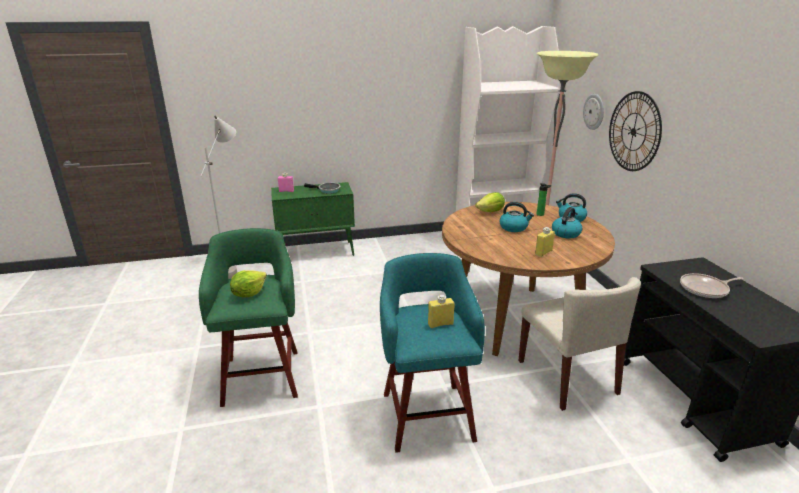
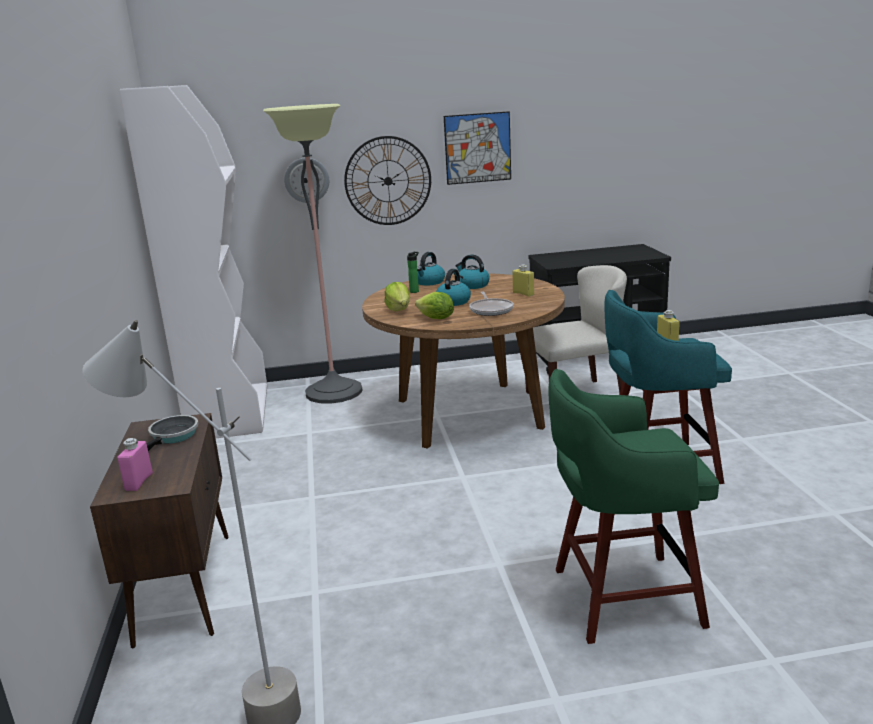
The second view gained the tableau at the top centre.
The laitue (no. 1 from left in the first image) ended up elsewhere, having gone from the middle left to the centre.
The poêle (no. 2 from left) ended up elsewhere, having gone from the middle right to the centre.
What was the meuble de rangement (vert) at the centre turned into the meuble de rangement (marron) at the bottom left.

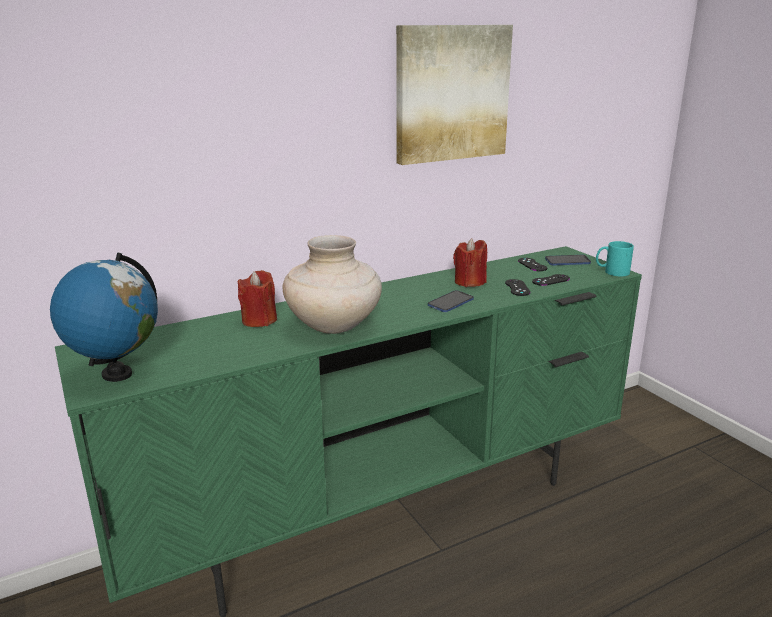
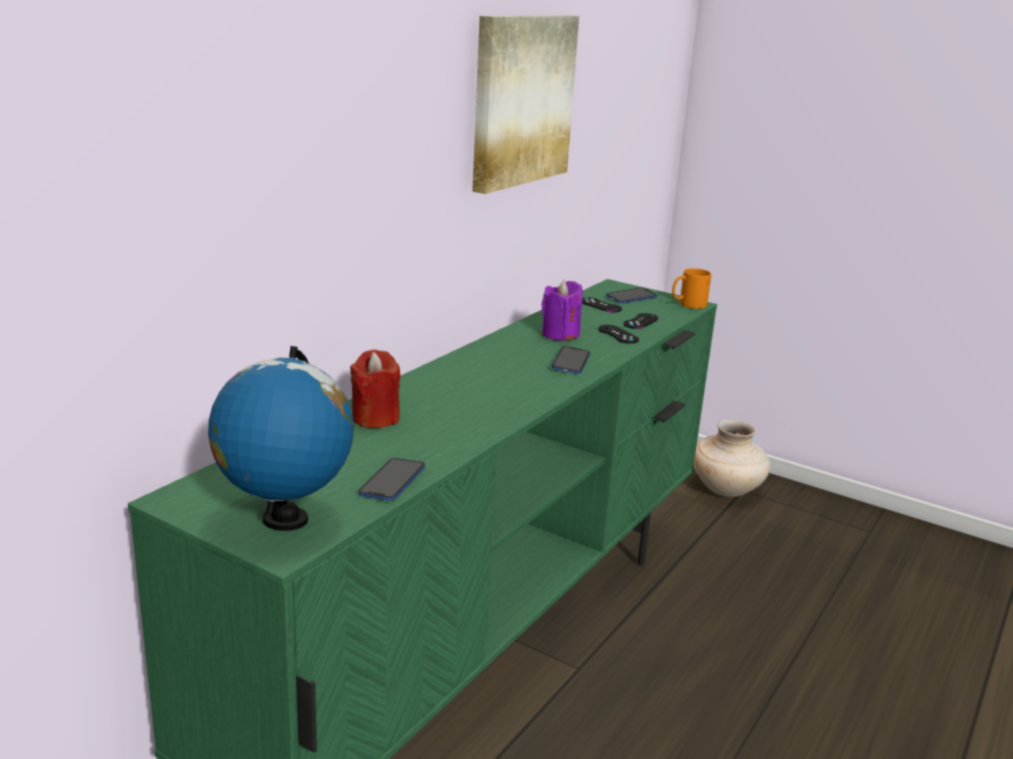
The second view gained the téléphone (no. 1 from left) at the centre.
The vase (beige) ended up elsewhere, having gone from the centre to the middle right.
What was the bougie (rouge) (no. 2 from left) at the centre turned into the bougie (violet) at the centre.
What was the mug (turquoise) at the middle right turned into the mug (orange) at the middle right.

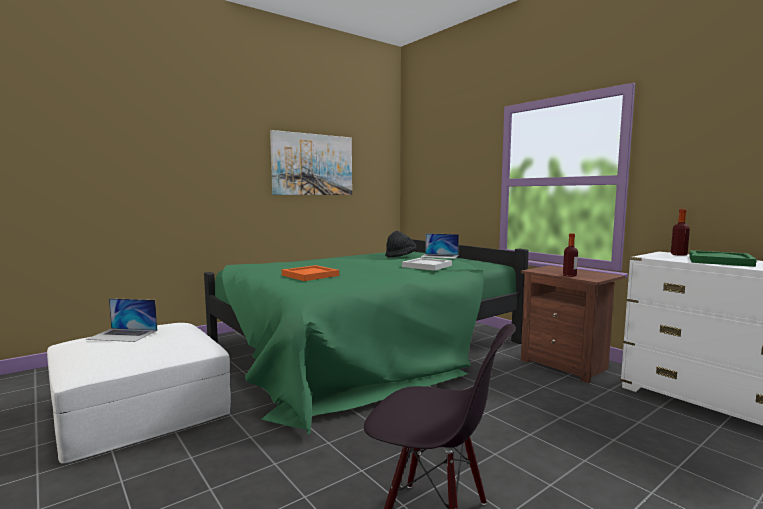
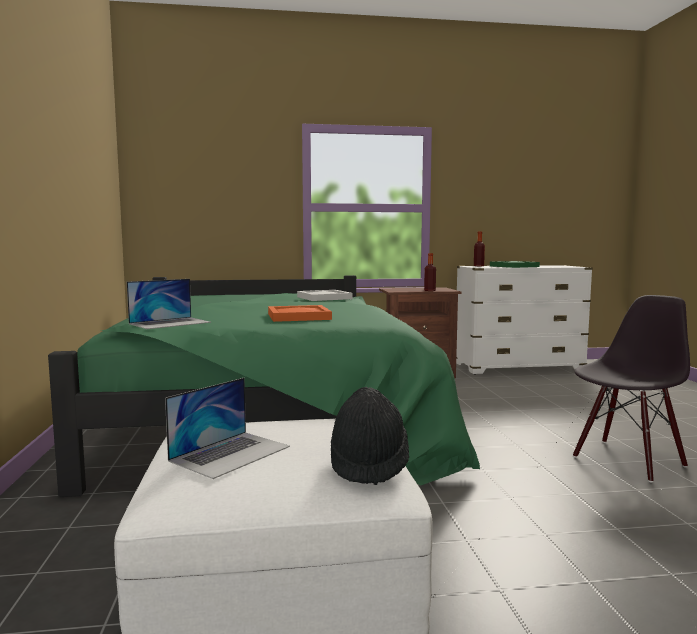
The second view lost the tableau at the top centre.
The chapeau (noir) ended up elsewhere, having gone from the centre to the bottom centre.
The ordinateur portable (no. 2 from left in the first image) ended up elsewhere, having gone from the centre to the middle left.

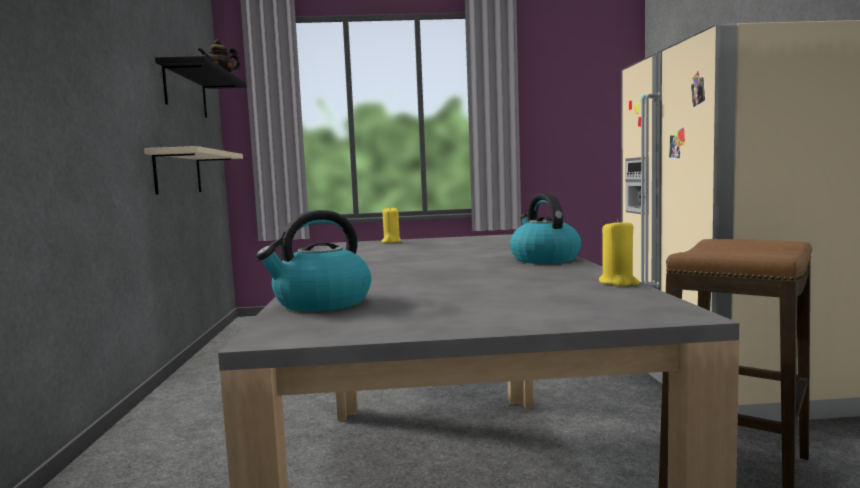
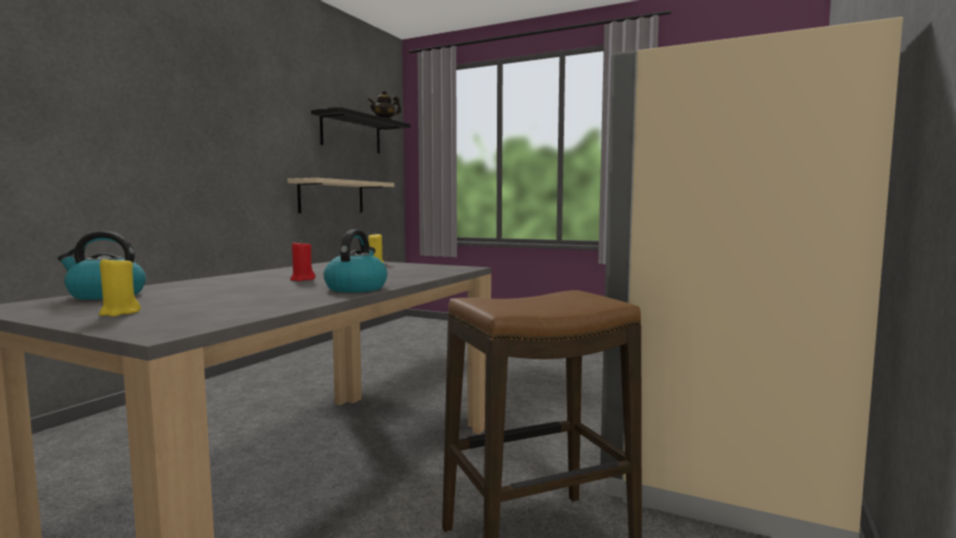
The second view gained the bougie (rouge) at the middle left.
The bougie (jaune) (no. 2 from left in the first image) ended up elsewhere, having gone from the middle right to the middle left.

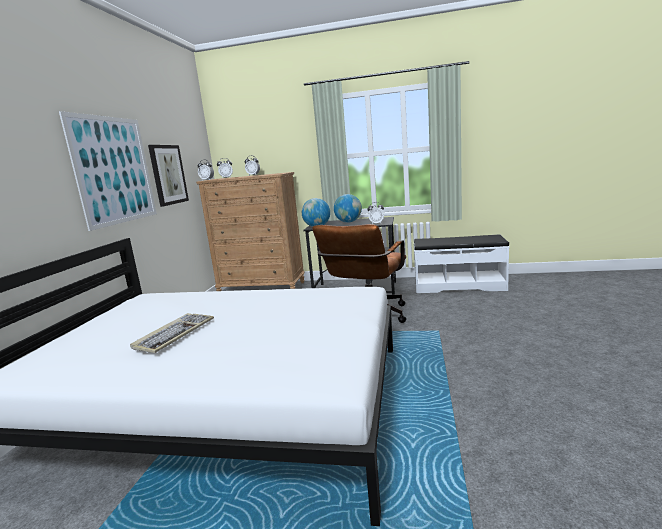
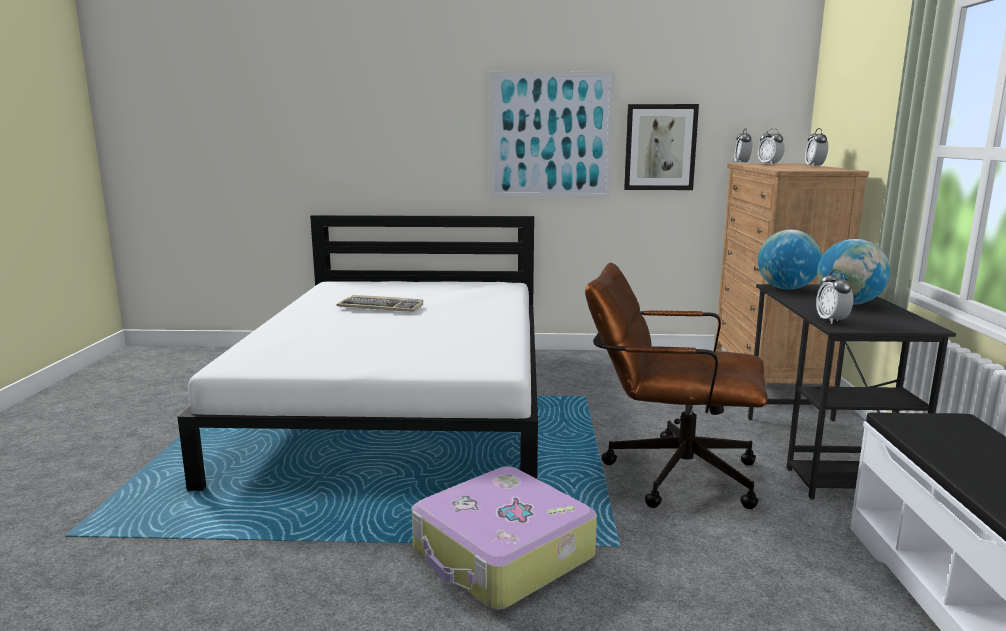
The second view gained the valise at the bottom centre.

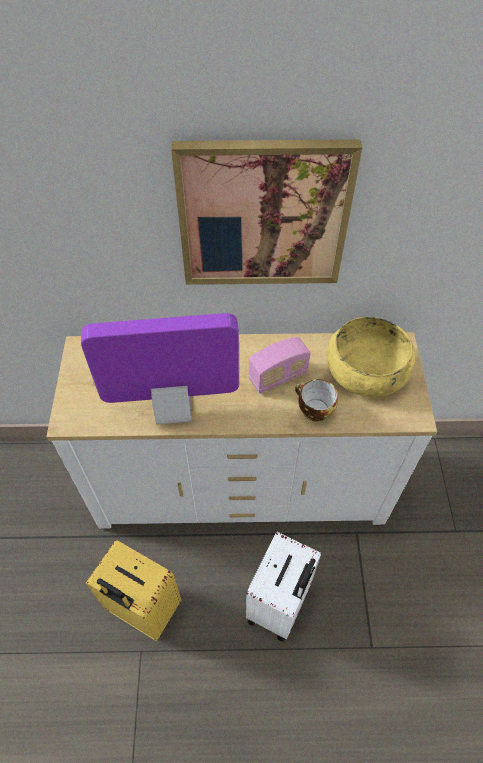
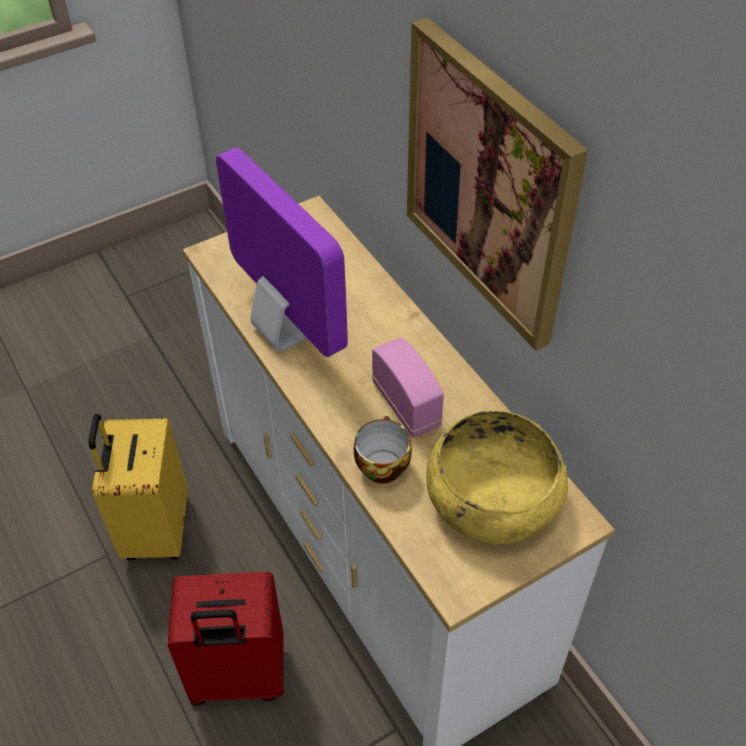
What was the valise (blanc) at the bottom centre turned into the valise (rouge) at the bottom left.
The radio at the centre ended up facing another way, 150 degrees counterclockwise from before.

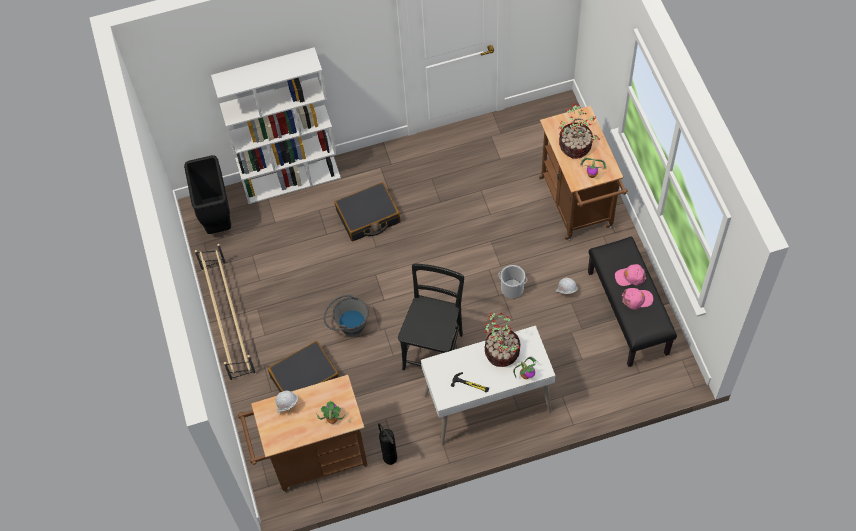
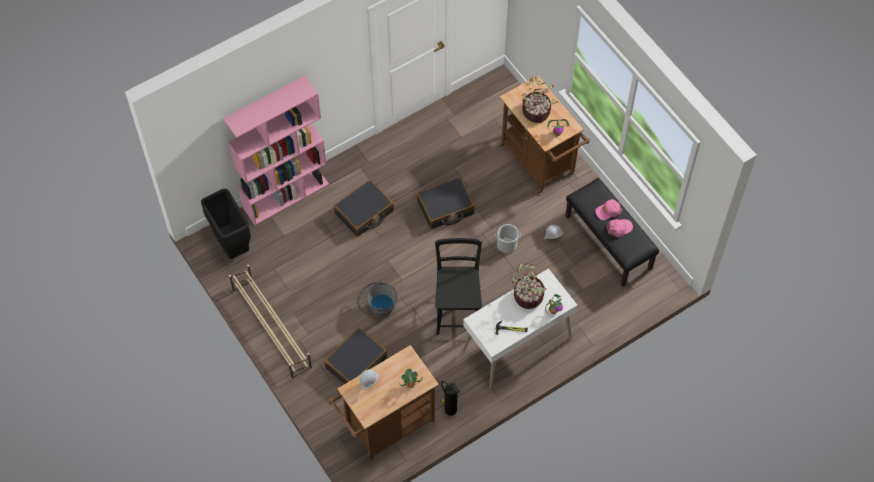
The second view gained the valise (noir) (no. 3 from left) at the centre.
What was the bibliothèque (blanc) at the top left turned into the bibliothèque (rose) at the top left.

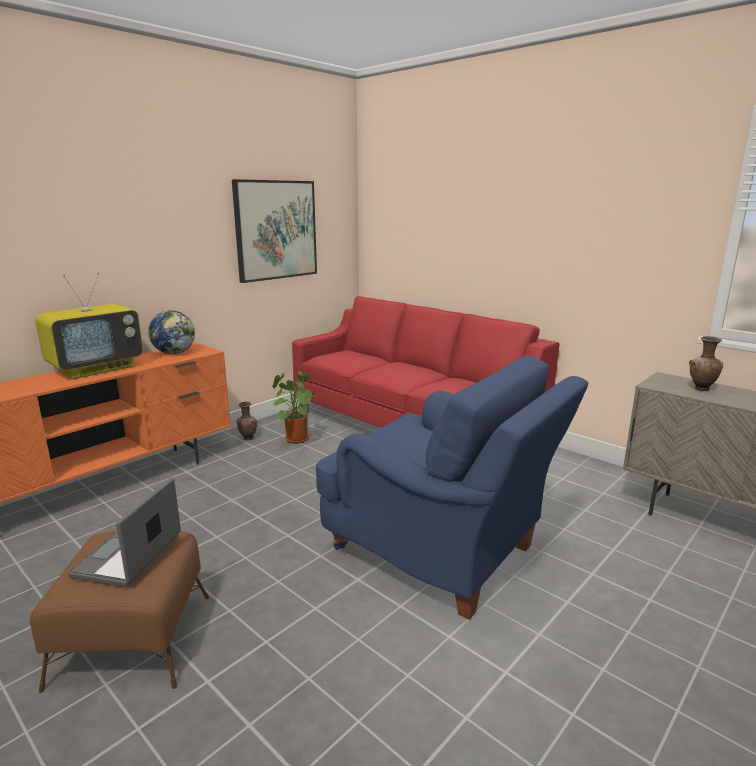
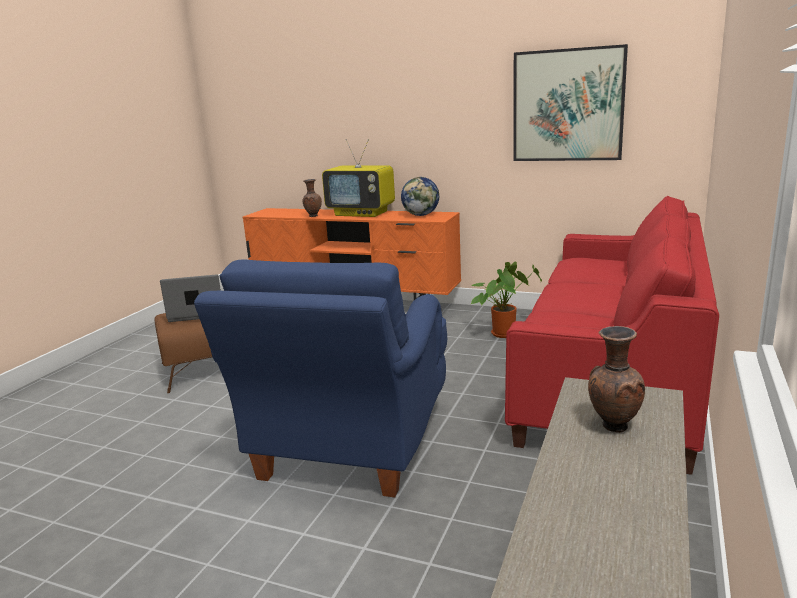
The vase (marron) (no. 1 from left) ended up elsewhere, having gone from the middle left to the top centre.

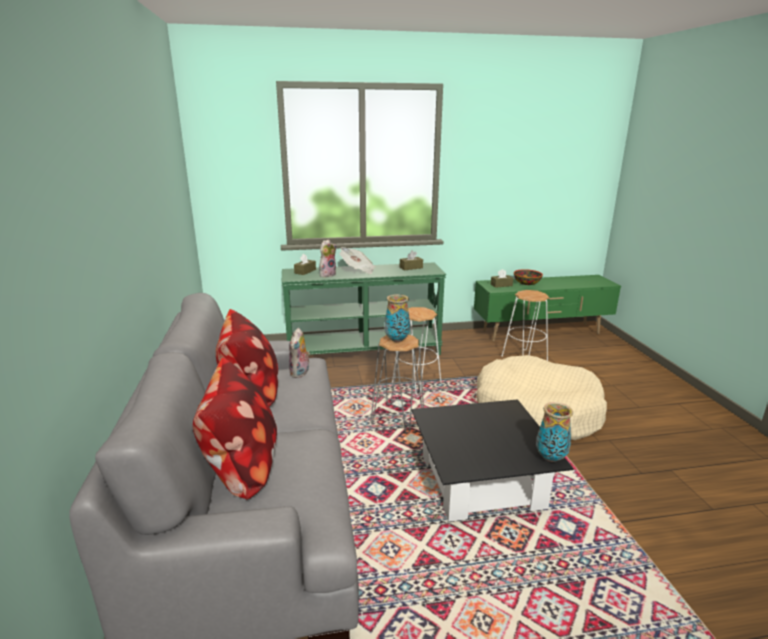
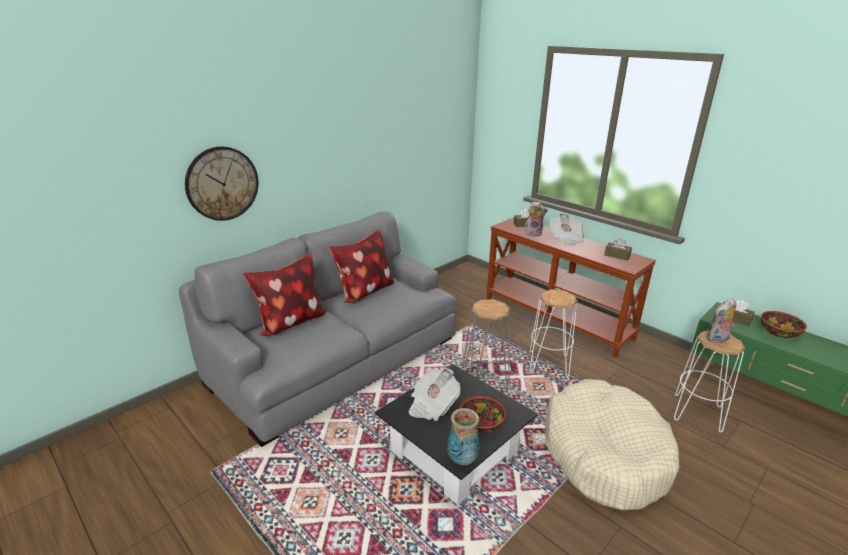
The second view lost the vase (no. 1 from left) at the centre.
The second view gained the horloge murale at the top left.
The second view gained the journal (no. 1 from left) at the bottom centre.
The second view gained the bol (no. 1 from left) at the bottom centre.
The peluche (no. 1 from left in the first image) ended up elsewhere, having gone from the centre to the middle right.
What was the table console (vert) at the centre turned into the table console (marron) at the middle right.

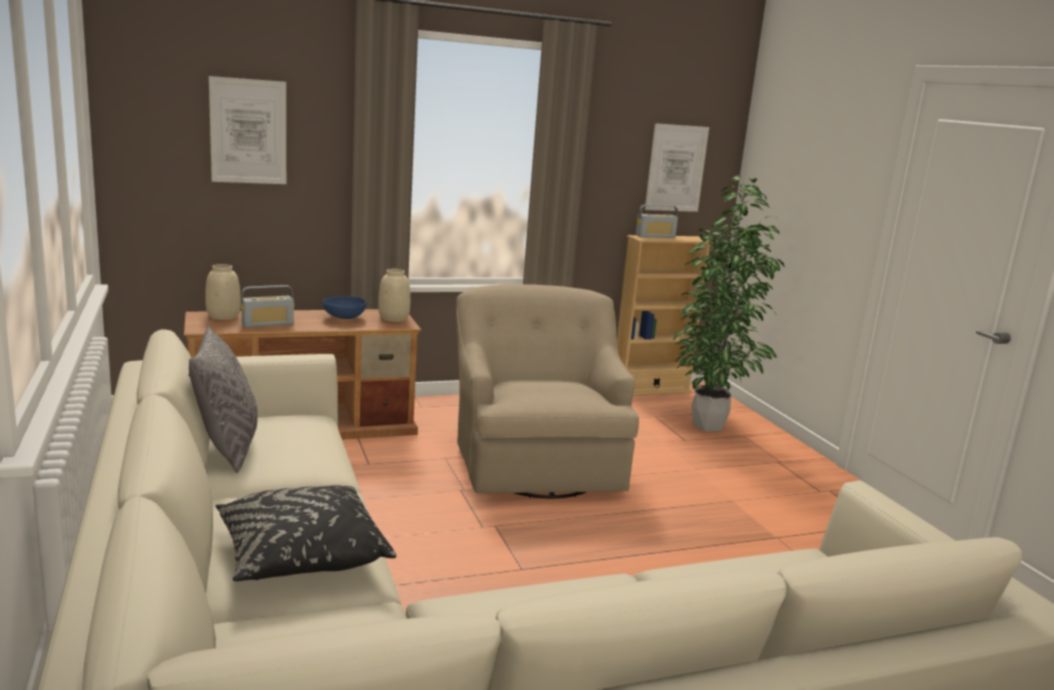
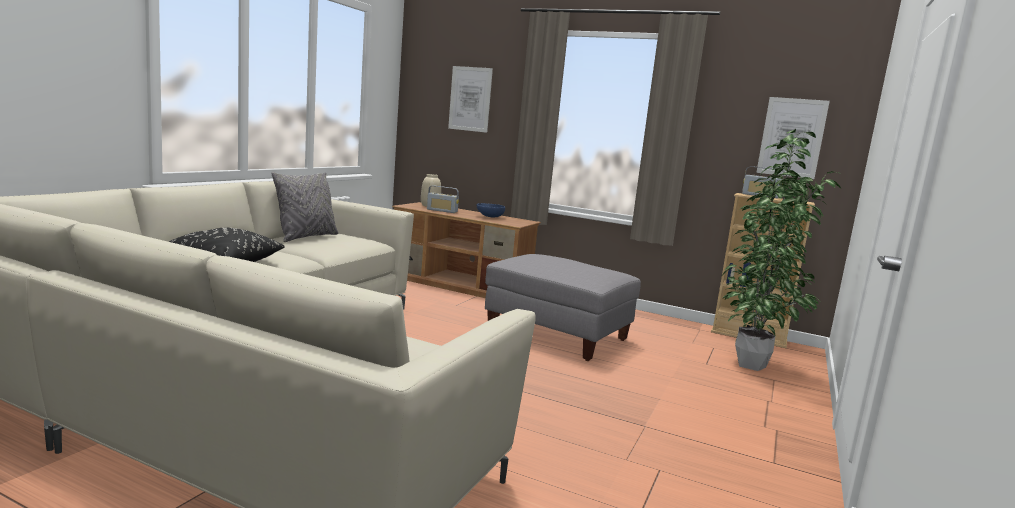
The second view lost the vase (beige) (no. 2 from left) at the centre.
Where the fauteuil (beige) stood at the centre, the pouf (gris) came to stand at the centre.

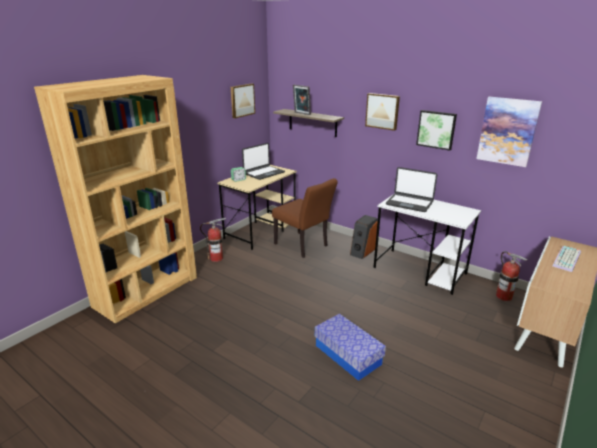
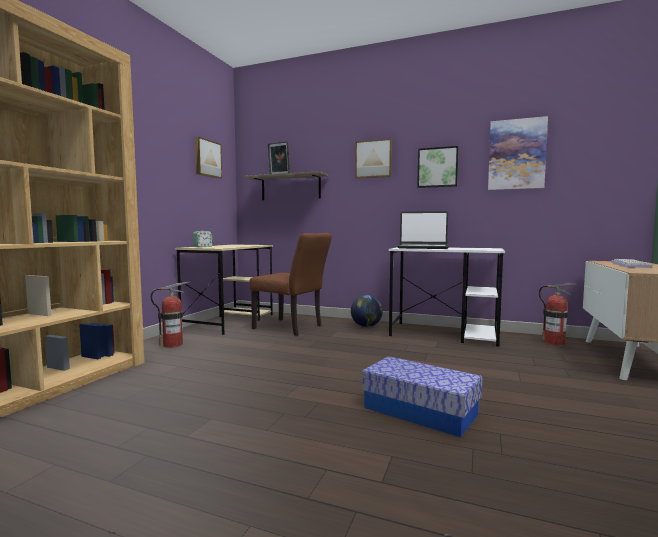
The second view lost the ordinateur portable (no. 1 from left) at the centre.
Where the enceinte stood at the centre, the globe came to stand at the centre.

